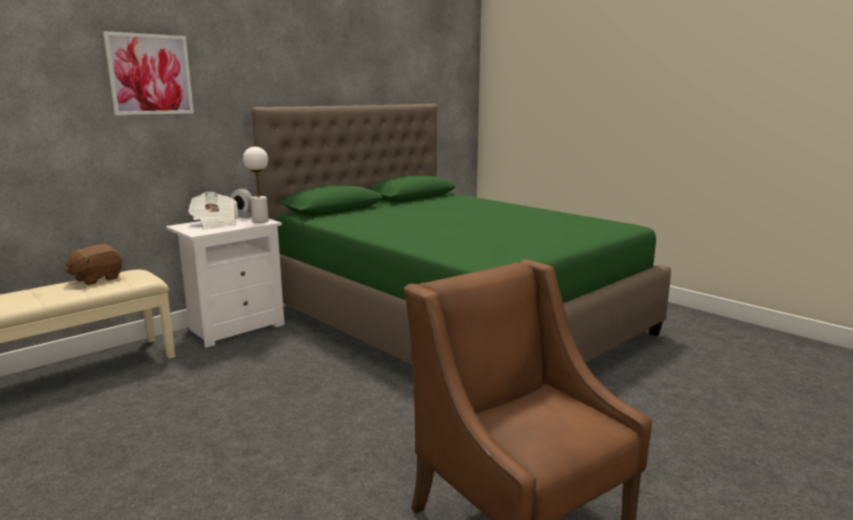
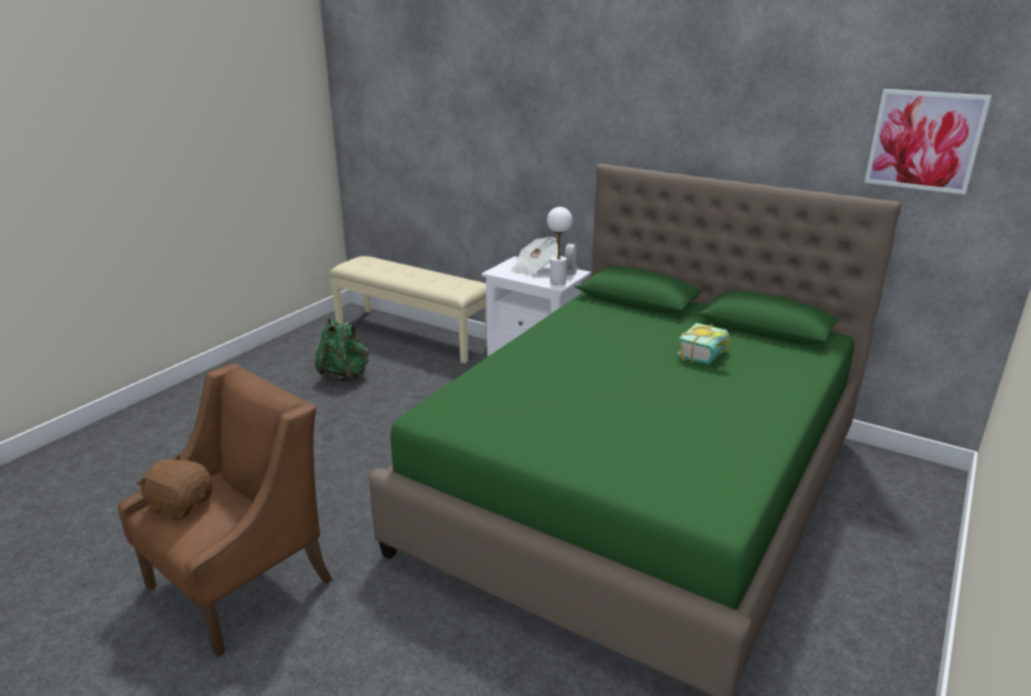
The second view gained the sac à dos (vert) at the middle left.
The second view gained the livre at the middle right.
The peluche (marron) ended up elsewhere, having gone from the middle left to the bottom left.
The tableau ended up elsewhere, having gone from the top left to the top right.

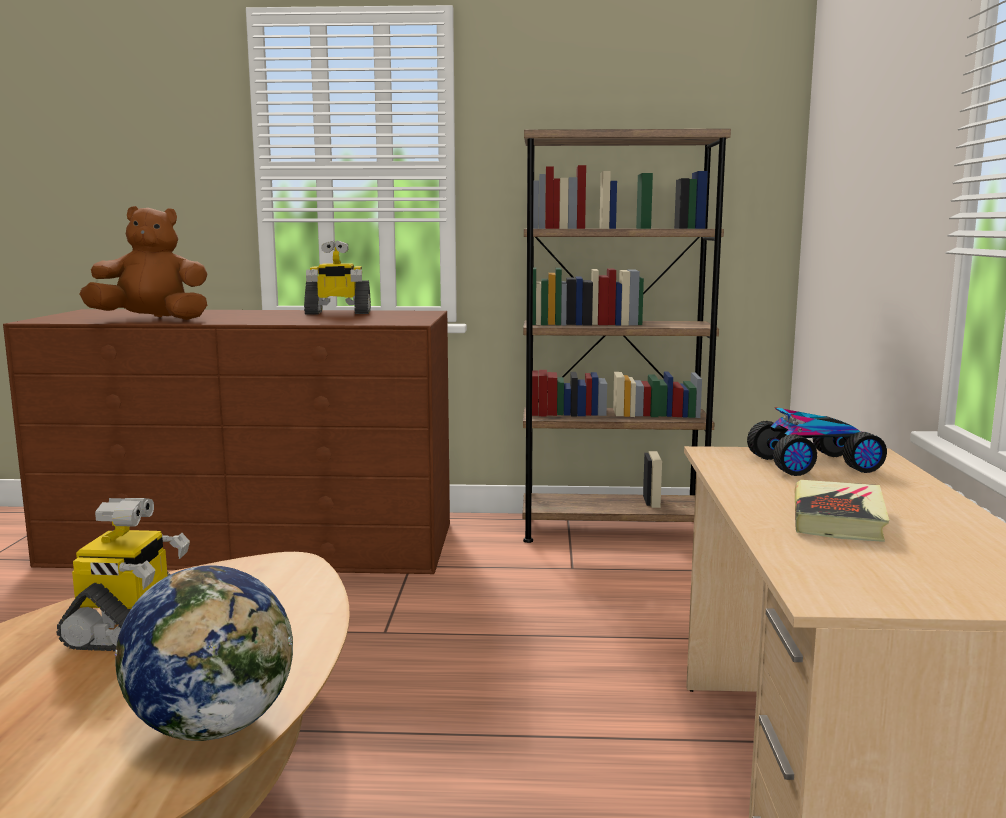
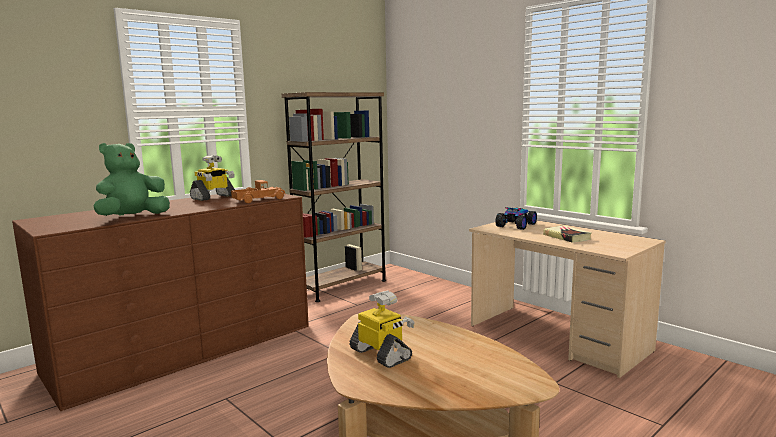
The second view lost the globe at the bottom left.
The second view gained the camion jouet at the middle left.
What was the peluche (marron) at the top left turned into the peluche (vert) at the middle left.

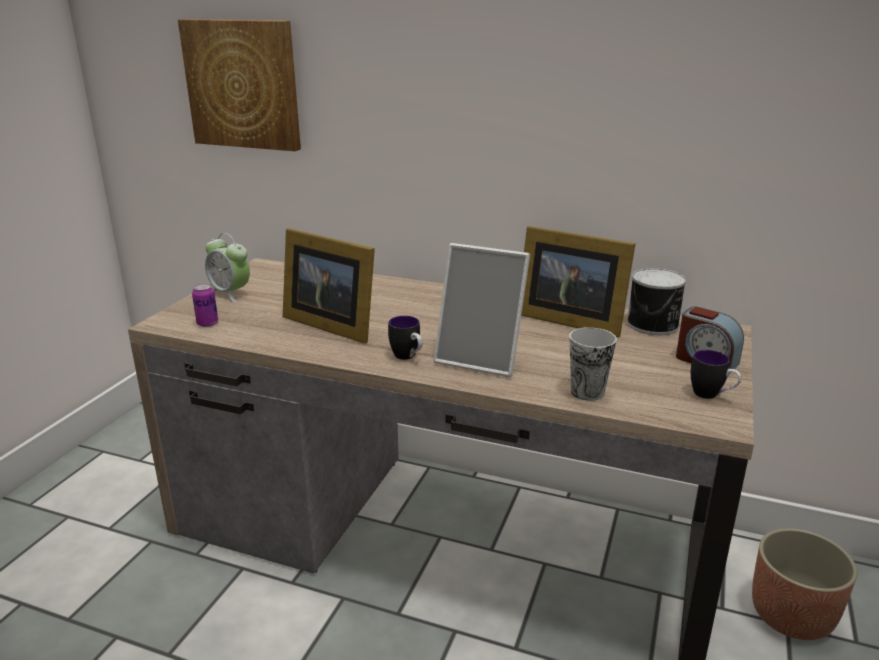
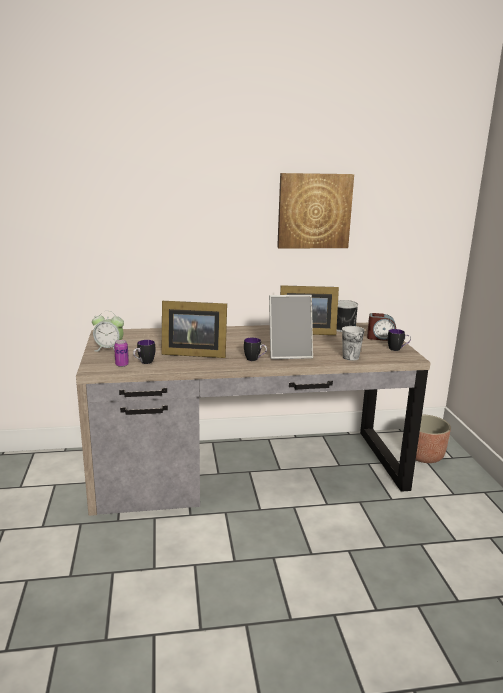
The second view gained the mug (no. 1 from left) at the middle left.
The tableau ended up elsewhere, having gone from the top left to the top centre.

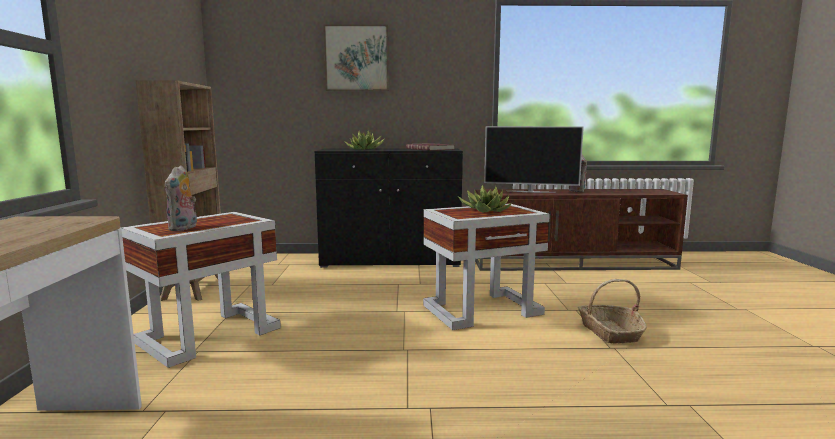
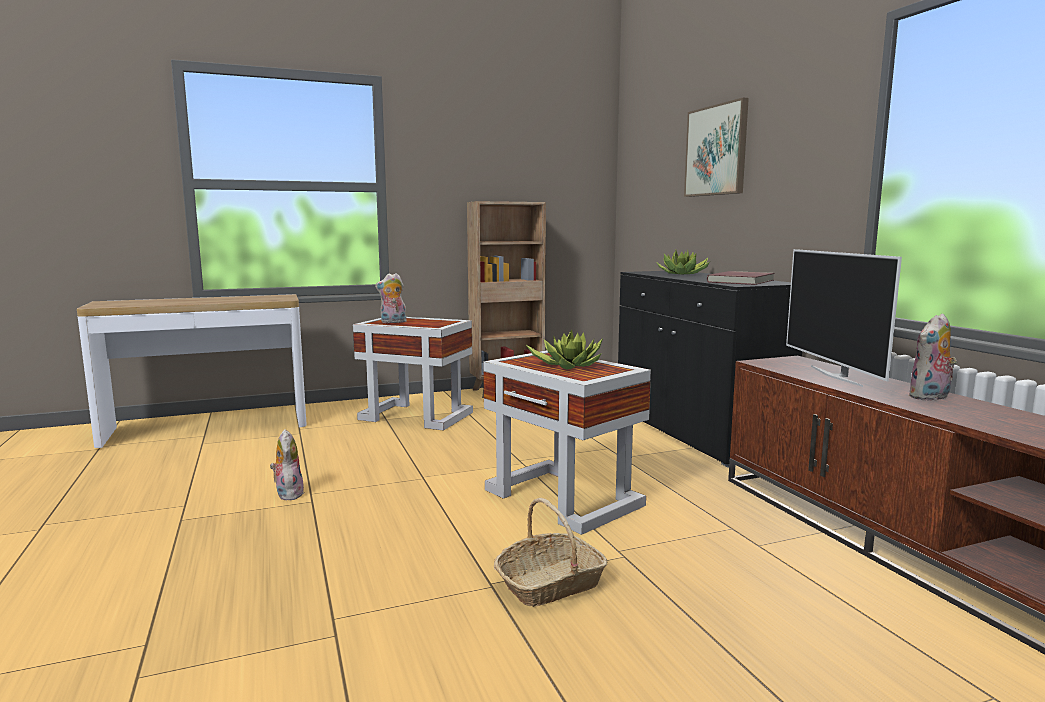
The second view gained the peluche (no. 1 from left) at the middle left.

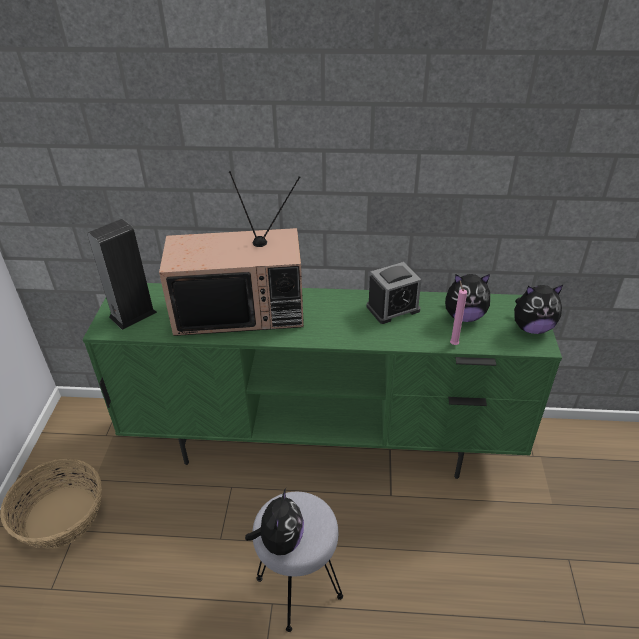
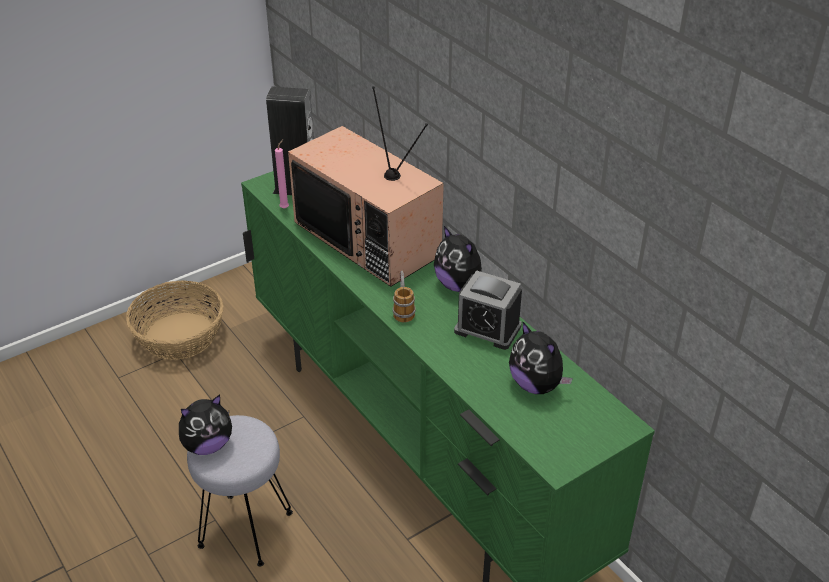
The second view gained the mug at the centre.
The bougie (rose) ended up elsewhere, having gone from the middle right to the top centre.
The peluche (no. 3 from left in the first image) ended up elsewhere, having gone from the middle right to the centre.

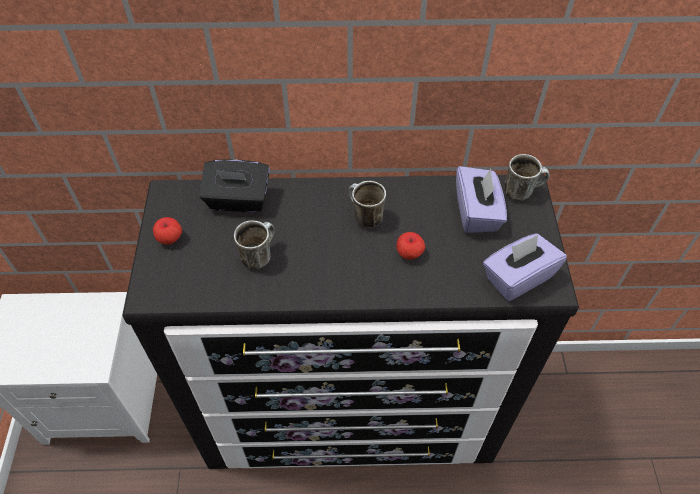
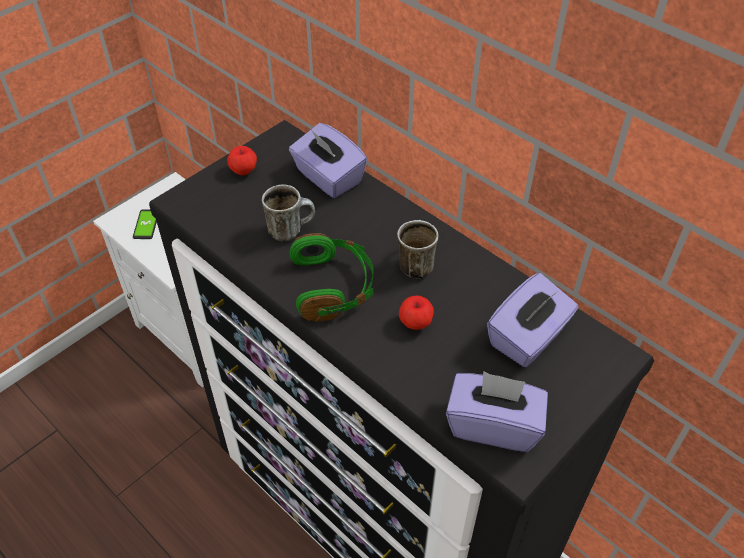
The second view lost the mug (no. 3 from left) at the middle right.
The second view gained the téléphone at the middle left.
The second view gained the casque audio (vert) at the centre.
What was the boîte à mouchoirs (noir) at the centre turned into the boîte à mouchoirs (violet) (no. 1 from left) at the top centre.

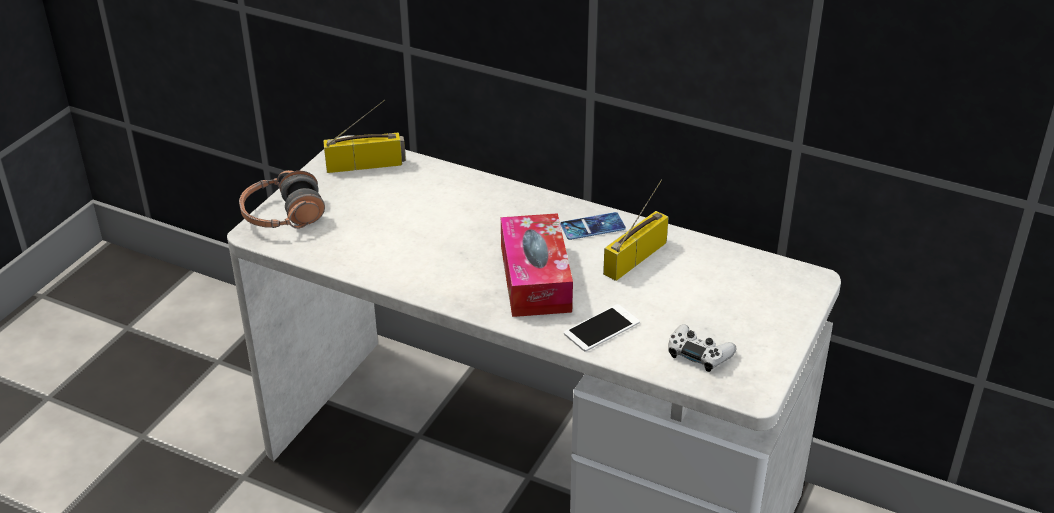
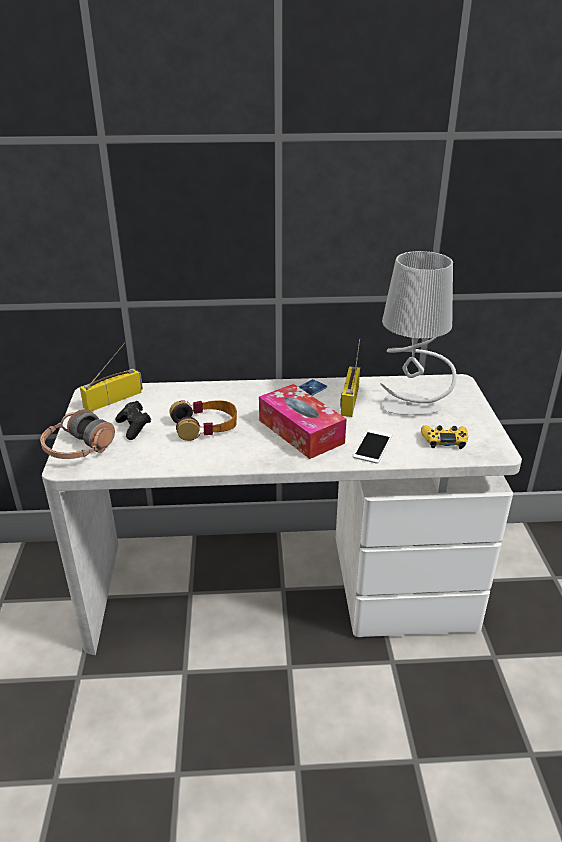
The second view gained the manette (noir) at the middle left.
The second view gained the casque audio (no. 2 from left) at the centre.
The second view gained the lampe de table (gris) at the middle right.
What was the manette (blanc) at the bottom centre turned into the manette (jaune) at the middle right.

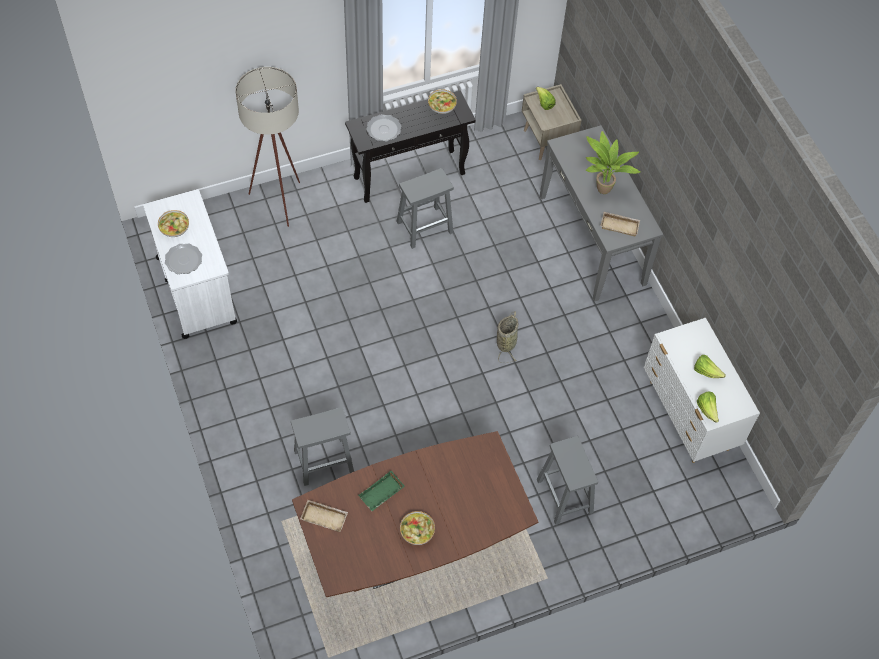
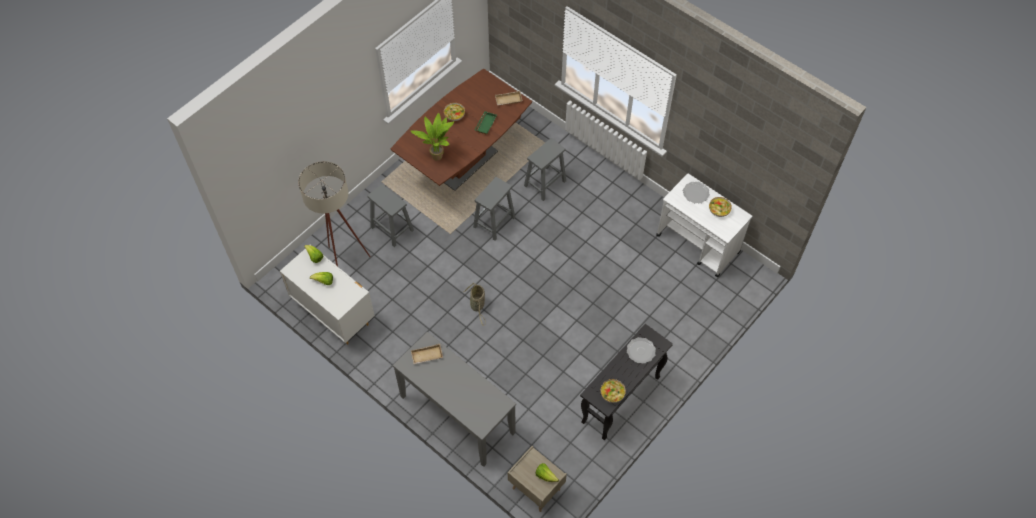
The lampadaire (beige) ended up elsewhere, having gone from the top left to the middle left.
The tabouret (gris) (no. 2 from left) ended up elsewhere, having gone from the top centre to the centre.
The plante en pot ended up elsewhere, having gone from the top right to the top centre.

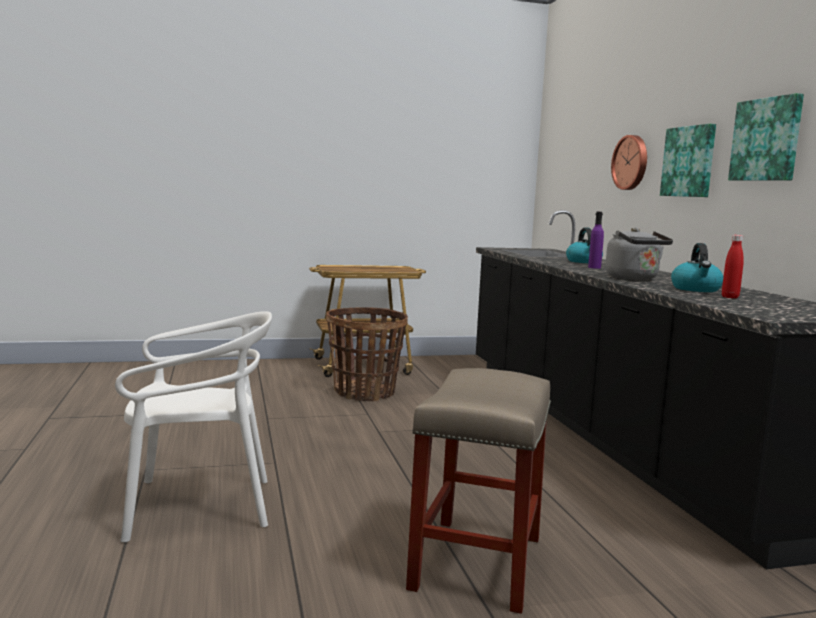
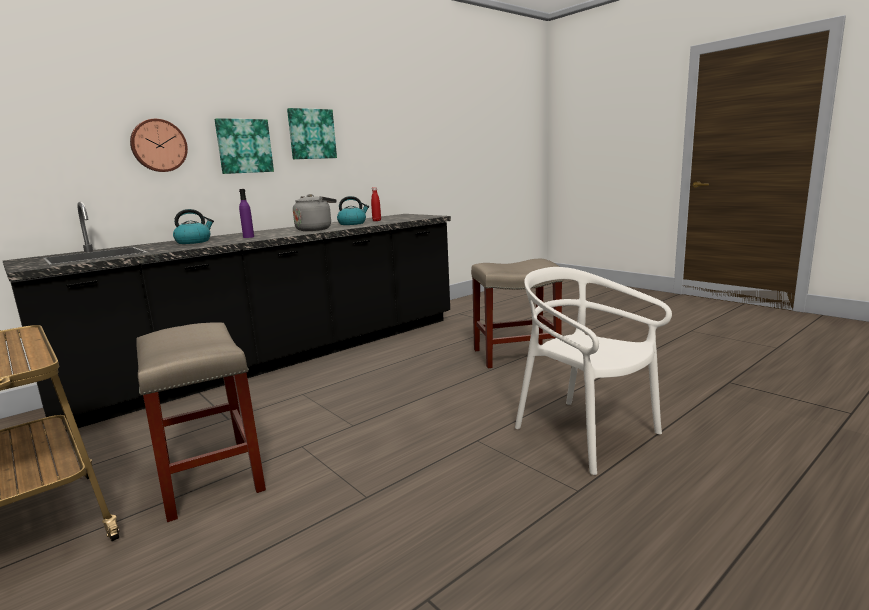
Where the panier stood at the centre, the tabouret (beige) (no. 1 from left) came to stand at the bottom left.

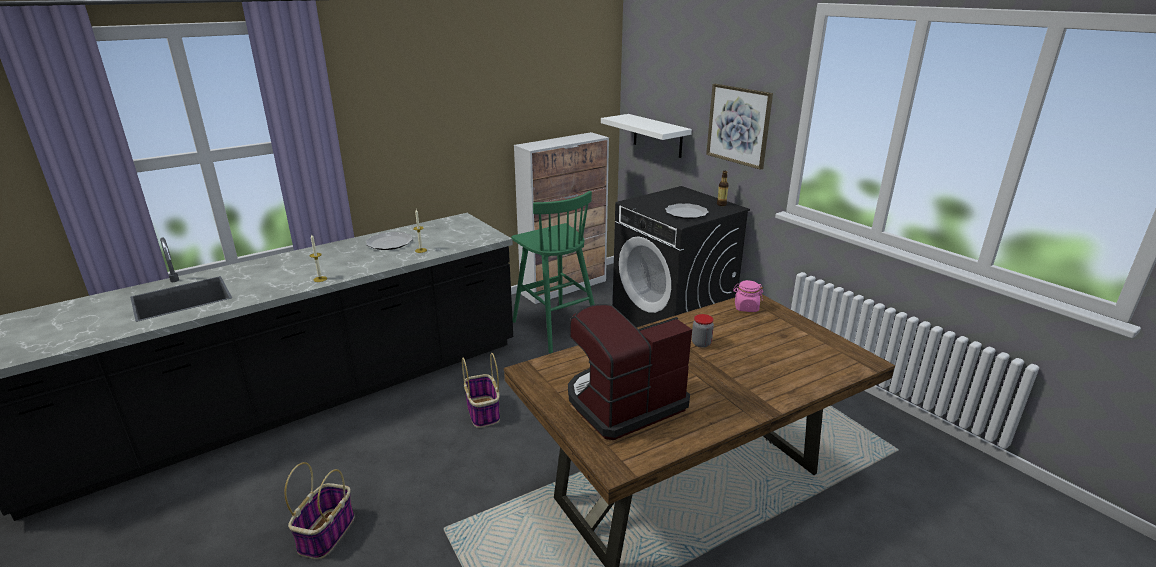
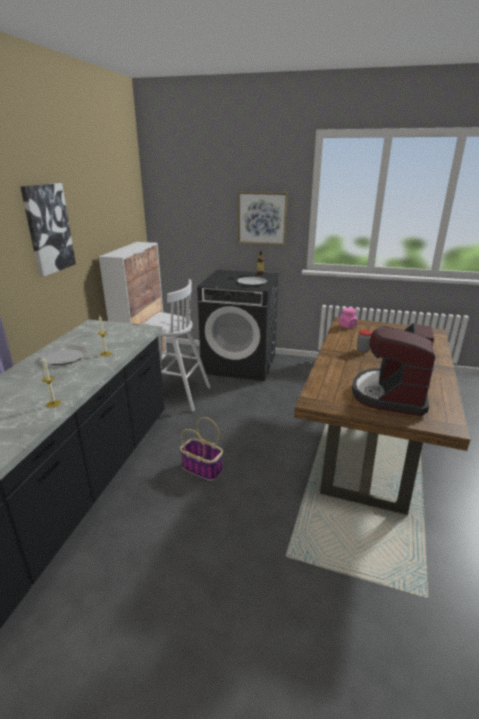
The second view lost the panier (no. 1 from left) at the bottom left.
The second view lost the étagère (blanc) at the top centre.
The second view gained the tableau (no. 1 from left) at the top left.
What was the tabouret (vert) at the centre turned into the tabouret (blanc) at the centre.

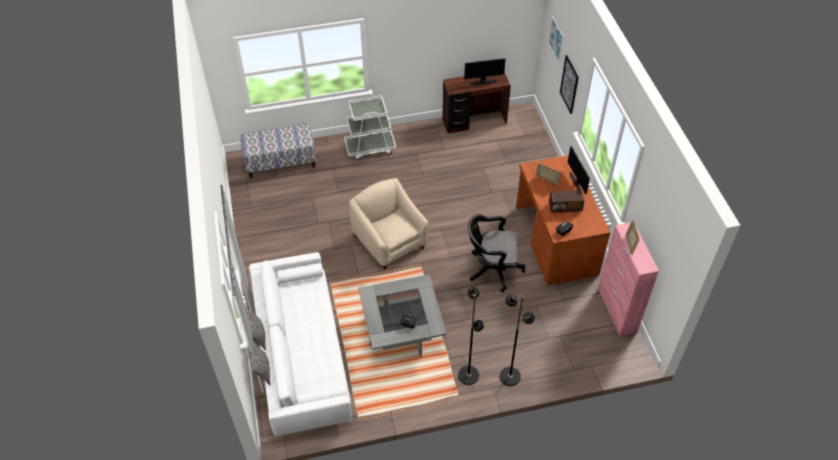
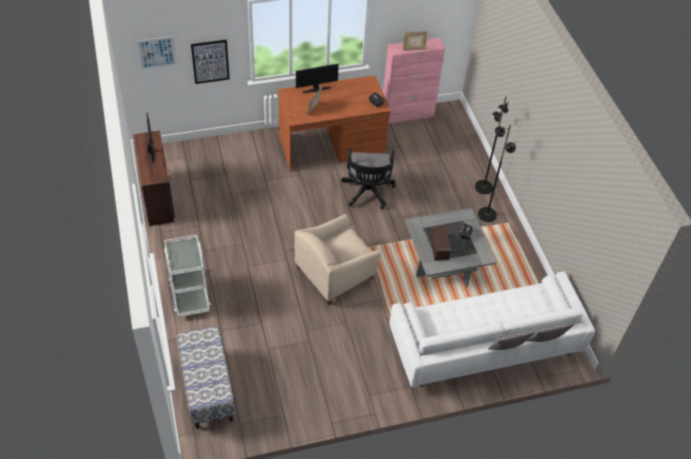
The radio ended up elsewhere, having gone from the middle right to the centre.

